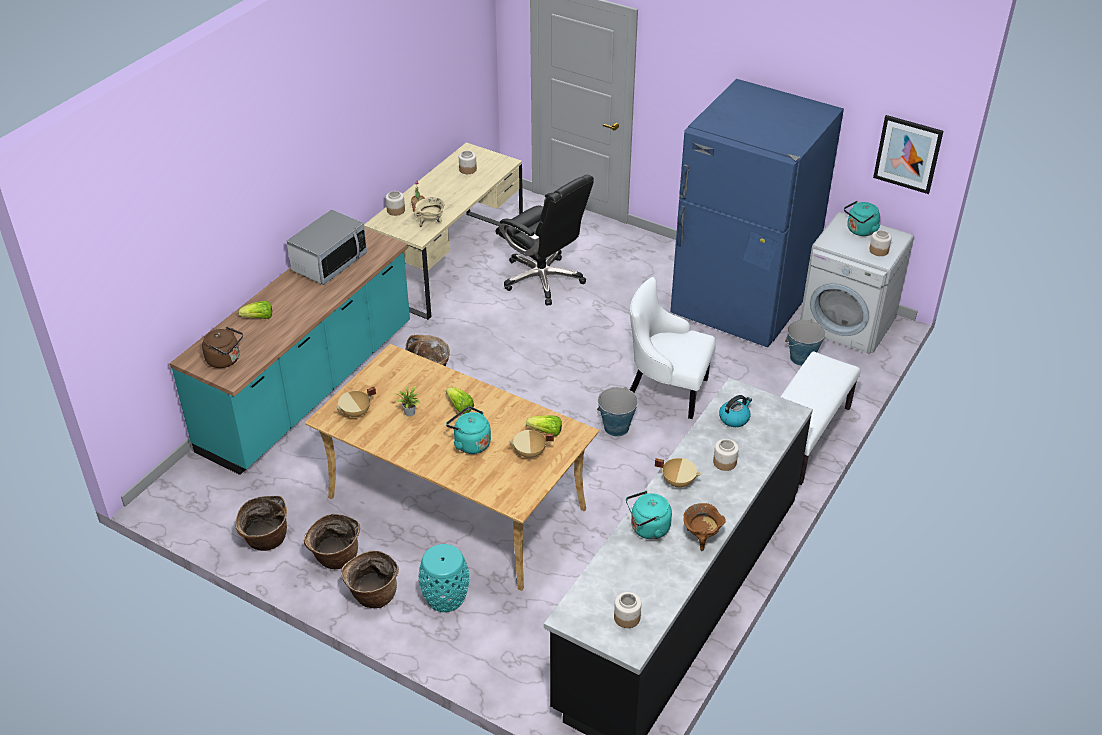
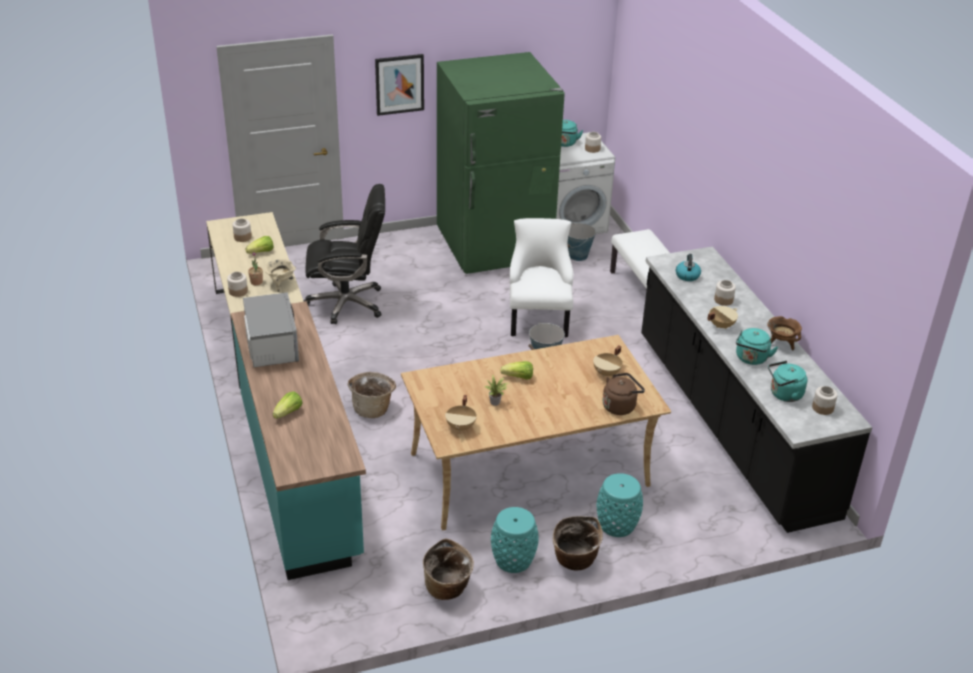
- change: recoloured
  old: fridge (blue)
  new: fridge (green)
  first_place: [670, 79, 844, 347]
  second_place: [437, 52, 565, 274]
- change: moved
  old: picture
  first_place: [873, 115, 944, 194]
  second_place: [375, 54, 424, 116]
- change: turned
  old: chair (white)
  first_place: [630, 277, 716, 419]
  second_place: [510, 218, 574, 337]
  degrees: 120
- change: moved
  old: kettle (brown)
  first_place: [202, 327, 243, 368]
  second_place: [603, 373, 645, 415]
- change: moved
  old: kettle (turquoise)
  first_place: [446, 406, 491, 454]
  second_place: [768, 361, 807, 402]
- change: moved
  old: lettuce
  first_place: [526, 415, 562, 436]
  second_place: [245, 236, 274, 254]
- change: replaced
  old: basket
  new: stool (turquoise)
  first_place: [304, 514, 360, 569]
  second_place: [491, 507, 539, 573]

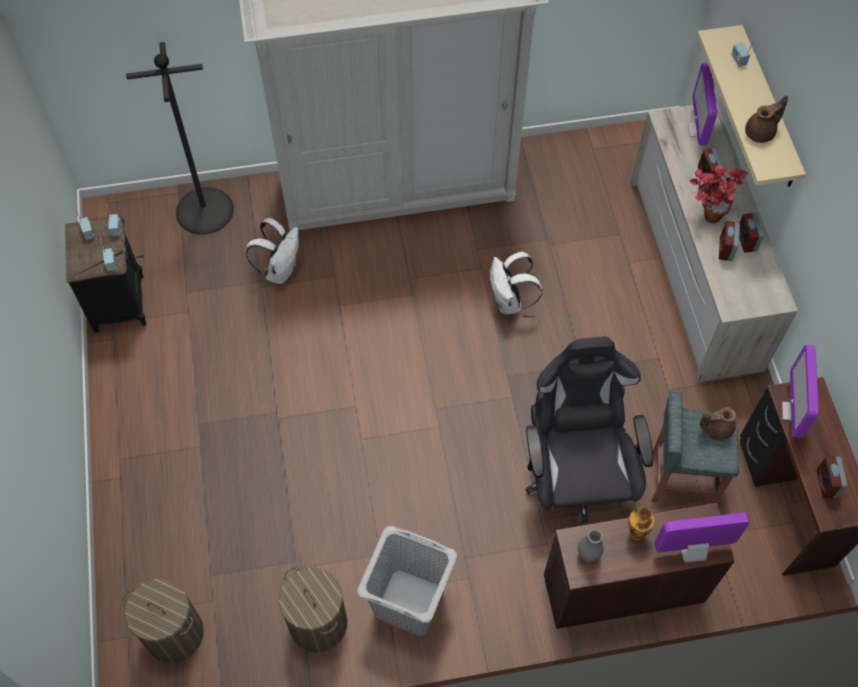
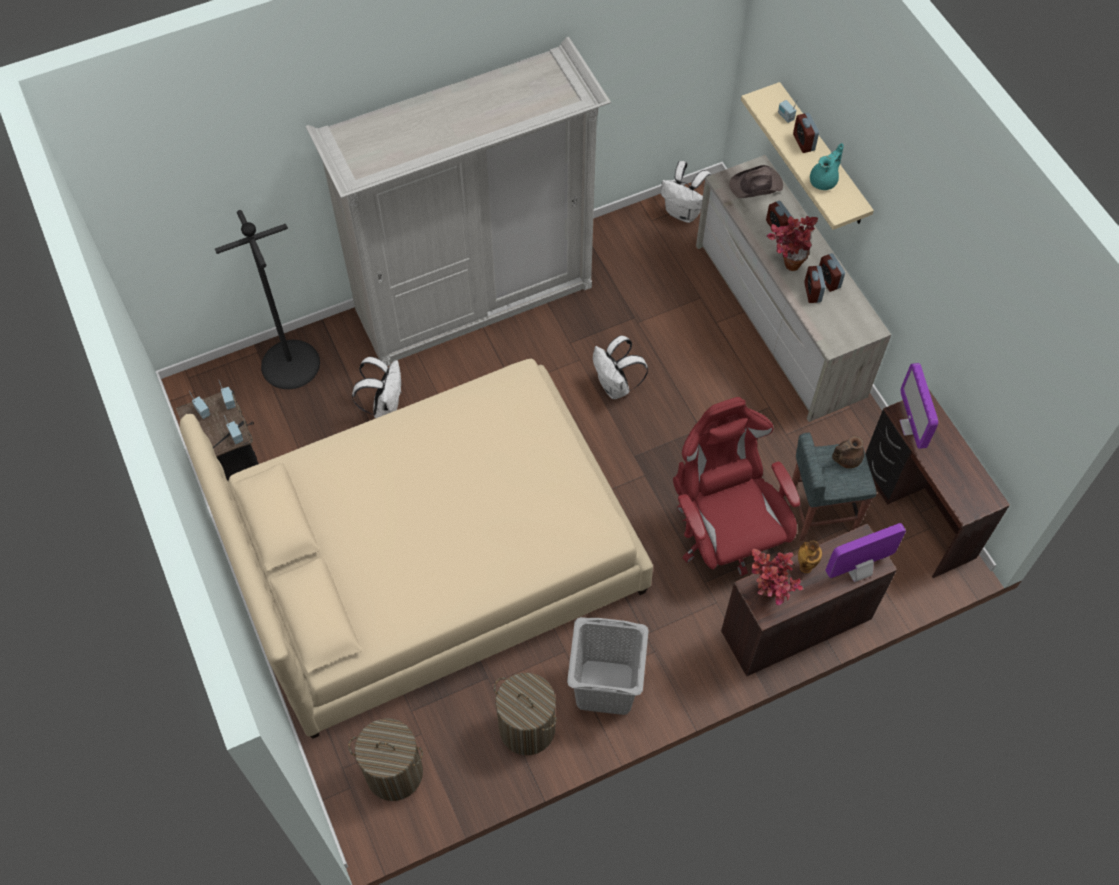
- change: replaced
  old: monitor
  new: hat (brown)
  first_place: [688, 63, 717, 145]
  second_place: [729, 165, 783, 198]
- change: recoloured
  old: teapot (brown)
  new: teapot (turquoise)
  first_place: [745, 96, 788, 143]
  second_place: [810, 143, 844, 190]
- change: recoloured
  old: office chair (black)
  new: office chair (red)
  first_place: [526, 337, 653, 523]
  second_place: [673, 397, 800, 576]
- change: moved
  old: alarm clock
  first_place: [817, 456, 847, 498]
  second_place: [793, 113, 819, 153]
- change: replaced
  old: vase (grey)
  new: potted plant
  first_place: [578, 529, 604, 562]
  second_place: [752, 549, 803, 605]
- change: added
  new: backpack (white)
  second_place: [660, 161, 712, 223]
- change: added
  new: bed (beige)
  second_place: [180, 359, 653, 739]

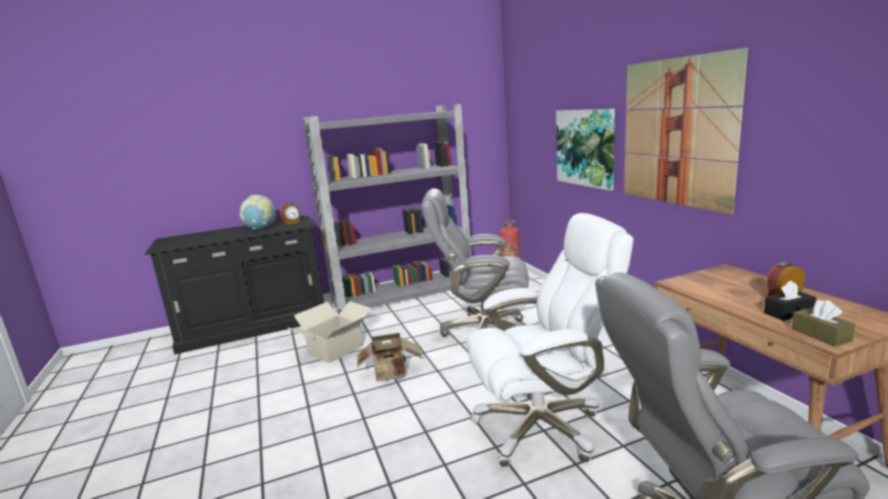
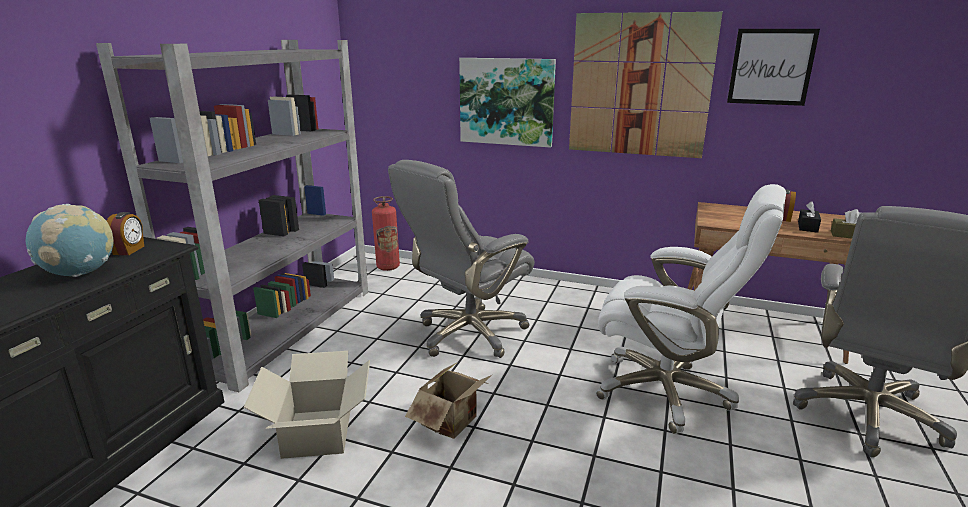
- change: turned
  old: office chair (white)
  first_place: [466, 213, 633, 467]
  second_place: [596, 184, 786, 434]
  degrees: 90
- change: added
  new: picture
  second_place: [727, 29, 820, 106]

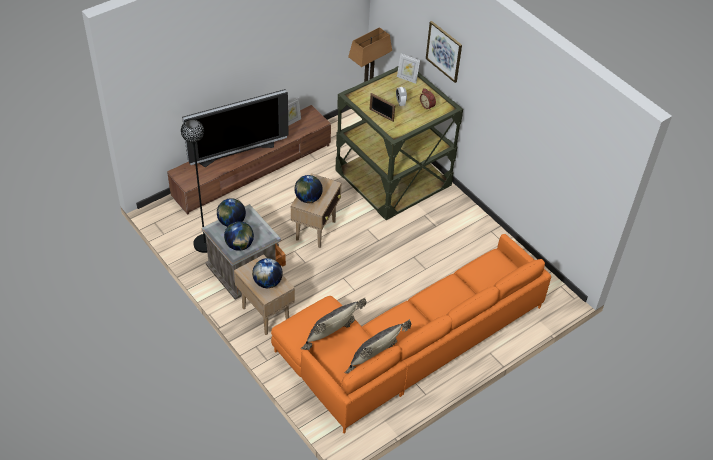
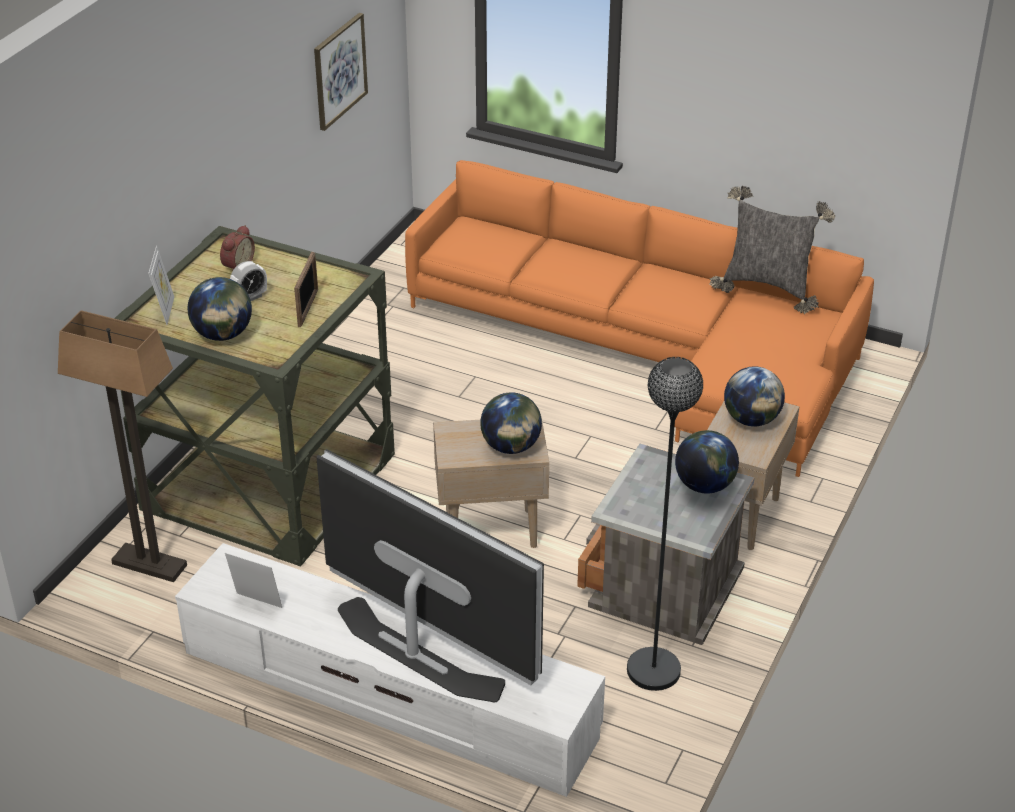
- change: moved
  old: picture
  first_place: [426, 21, 462, 83]
  second_place: [314, 13, 368, 131]
- change: recoloured
  old: tv stand (brown)
  new: tv stand (white)
  first_place: [167, 105, 331, 215]
  second_place: [175, 543, 605, 797]
- change: moved
  old: globe
  first_place: [217, 198, 246, 227]
  second_place: [188, 277, 252, 341]
- change: removed
  old: pillow
  first_place: [302, 297, 367, 350]

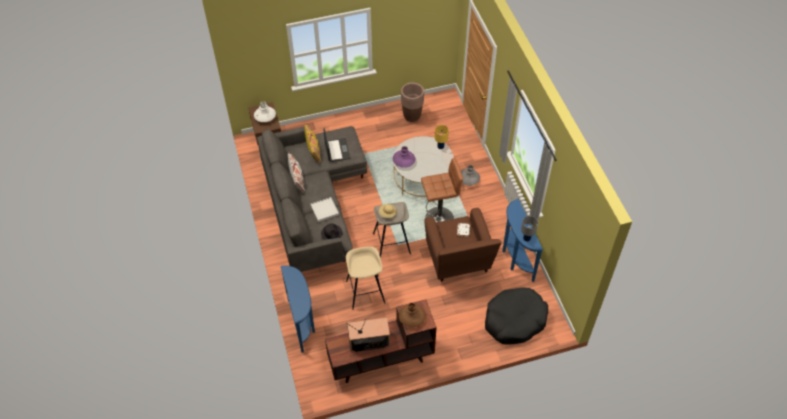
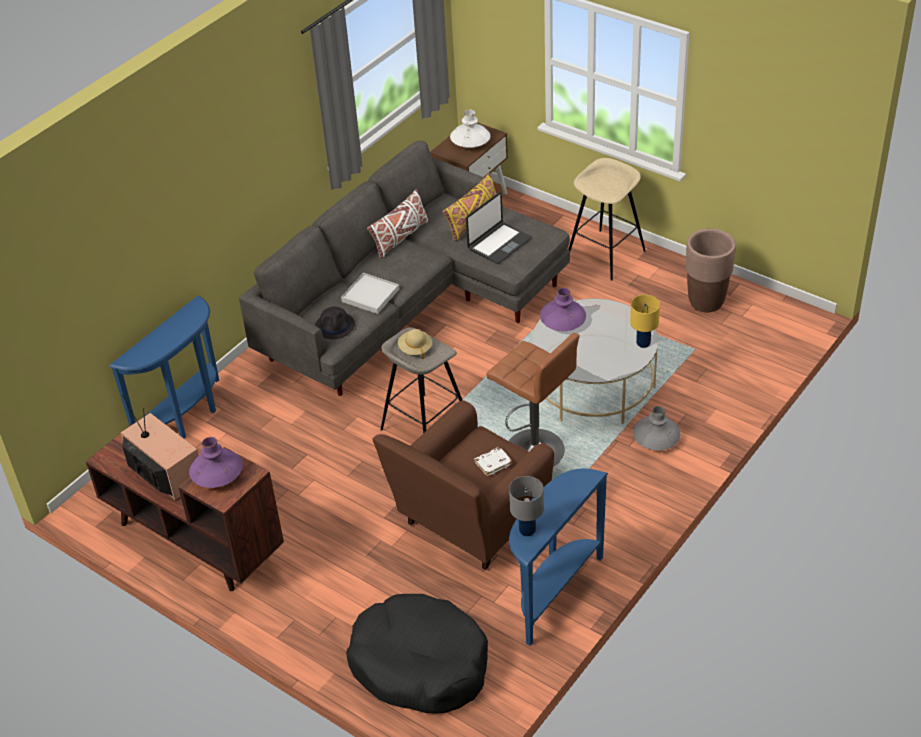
- change: moved
  old: stool (beige)
  first_place: [346, 246, 385, 310]
  second_place: [569, 158, 646, 281]
- change: recoloured
  old: vase (brown)
  new: vase (purple)
  first_place: [399, 303, 426, 327]
  second_place: [189, 437, 243, 488]

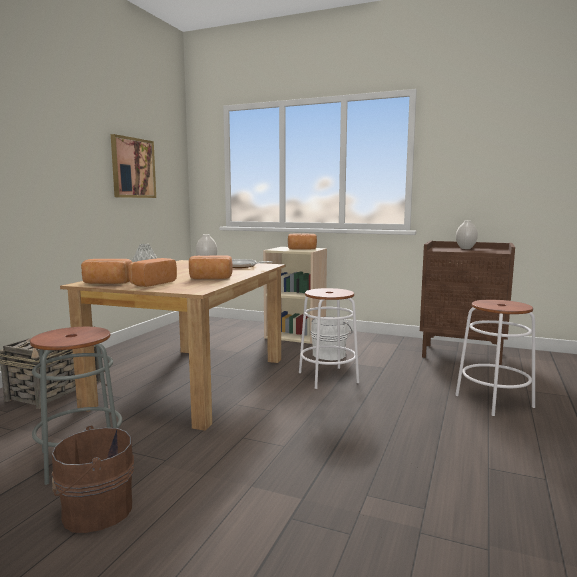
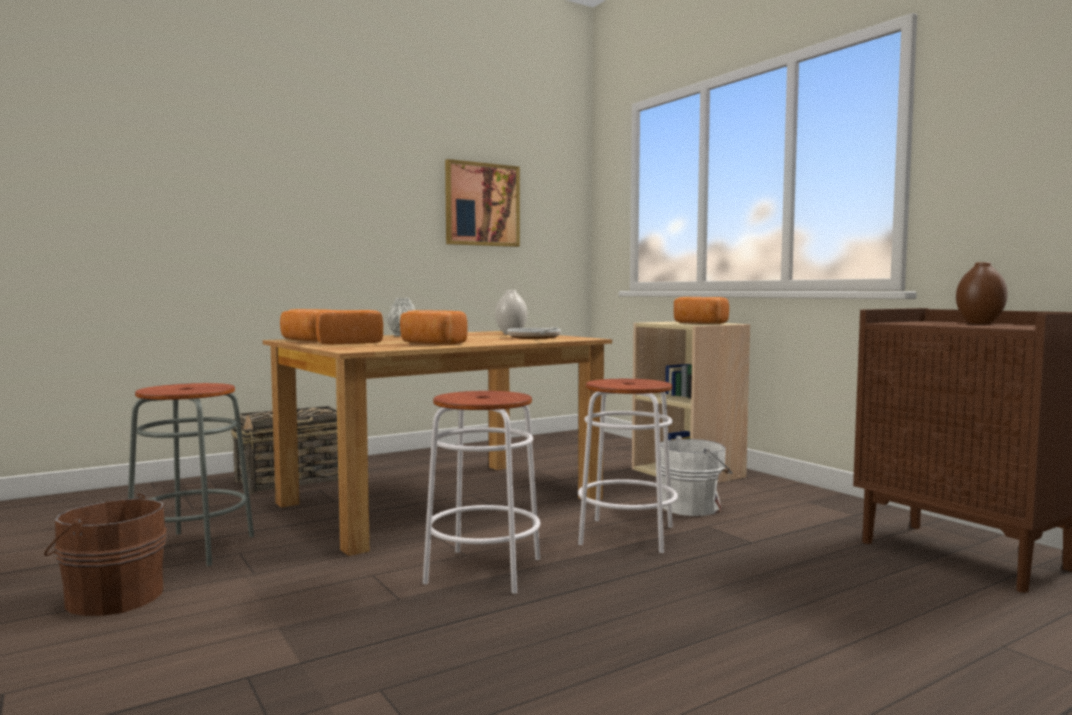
- change: recoloured
  old: vase (white)
  new: vase (brown)
  first_place: [456, 220, 478, 249]
  second_place: [956, 262, 1008, 324]
- change: moved
  old: stool (white)
  first_place: [455, 300, 535, 416]
  second_place: [423, 391, 540, 594]

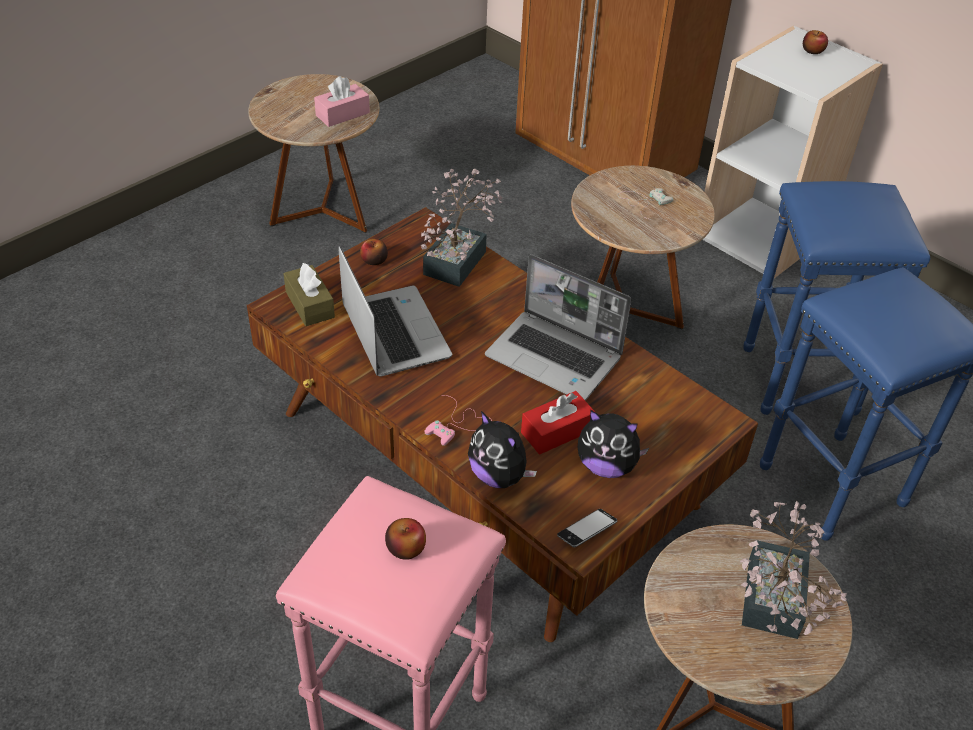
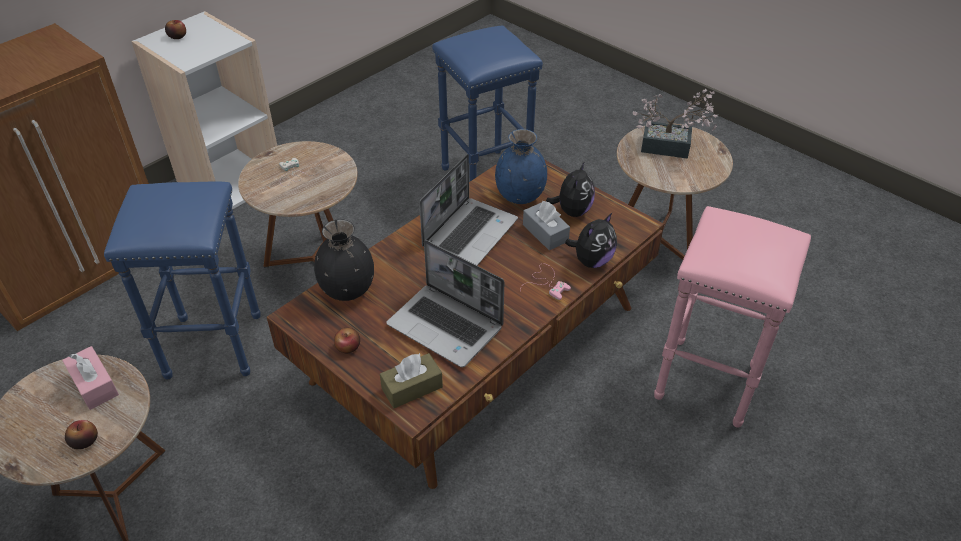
- change: replaced
  old: potted plant
  new: vase (black)
  first_place: [421, 169, 503, 287]
  second_place: [314, 219, 374, 301]
- change: moved
  old: stool (blue)
  first_place: [744, 181, 930, 415]
  second_place: [104, 181, 261, 380]
- change: turned
  old: laptop
  first_place: [339, 245, 452, 377]
  second_place: [386, 240, 504, 368]
  degrees: -120
- change: recoloured
  old: tissue box (red)
  new: tissue box (grey)
  first_place: [521, 391, 595, 454]
  second_place: [523, 201, 570, 250]
- change: removed
  old: phone
  first_place: [557, 509, 617, 547]
- change: moved
  old: apple
  first_place: [385, 518, 426, 560]
  second_place: [65, 420, 98, 449]
- change: added
  new: vase (blue)
  second_place: [495, 129, 547, 204]

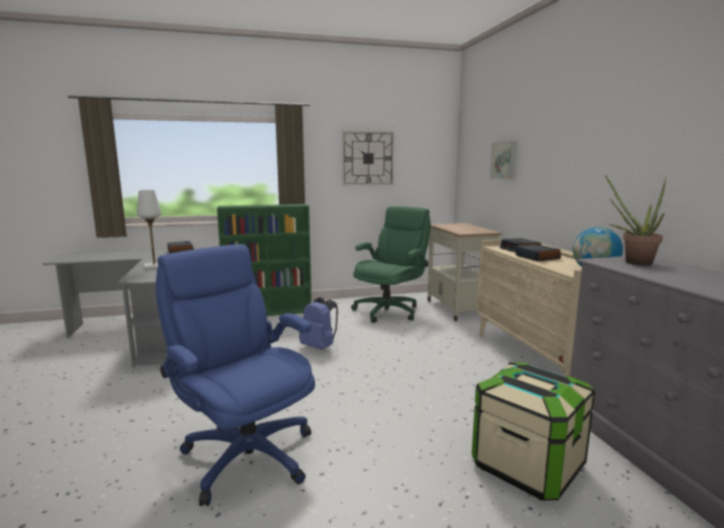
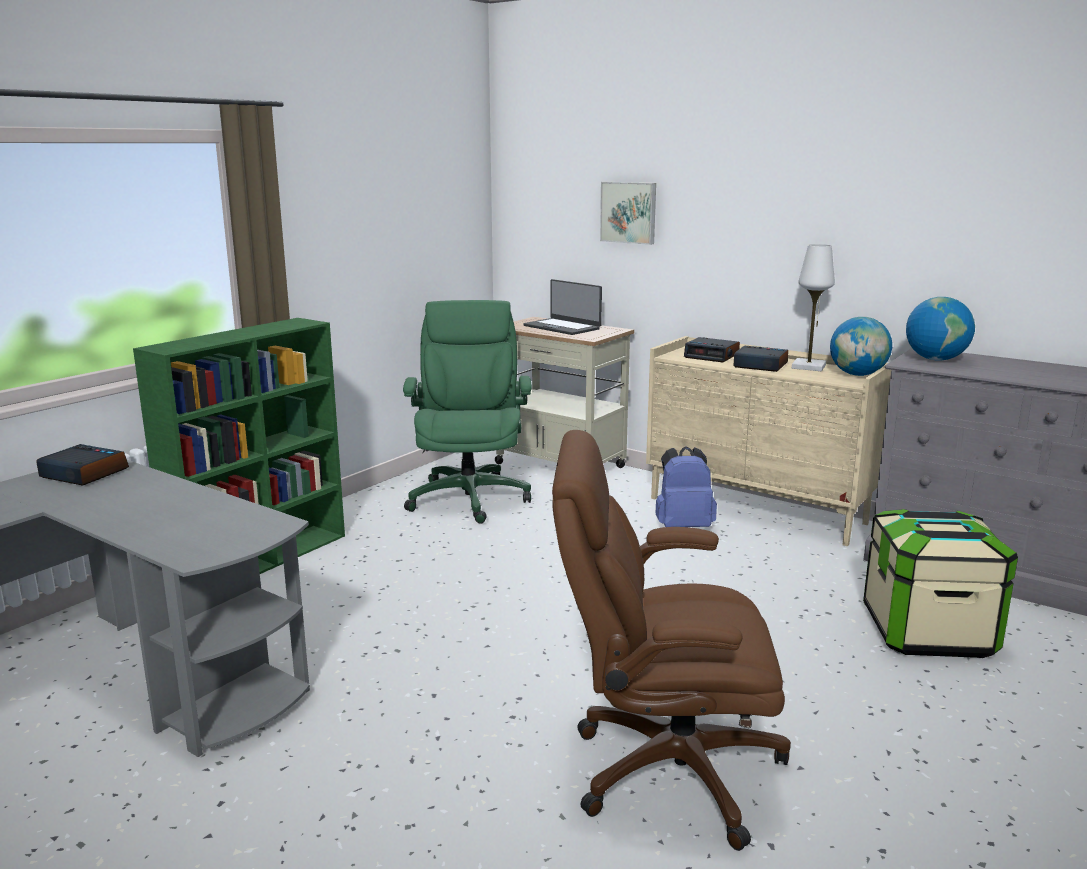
- change: removed
  old: wall clock
  first_place: [342, 130, 395, 186]
- change: replaced
  old: potted plant
  new: globe
  first_place: [605, 175, 666, 266]
  second_place: [906, 297, 975, 360]
- change: moved
  old: table lamp (white)
  first_place: [137, 190, 161, 270]
  second_place: [792, 244, 835, 371]
- change: recoloured
  old: office chair (blue)
  new: office chair (brown)
  first_place: [156, 244, 315, 506]
  second_place: [552, 430, 791, 851]
- change: moved
  old: backpack (blue)
  first_place: [299, 297, 338, 350]
  second_place: [655, 446, 717, 527]
- change: added
  new: laptop
  second_place: [523, 279, 602, 335]

